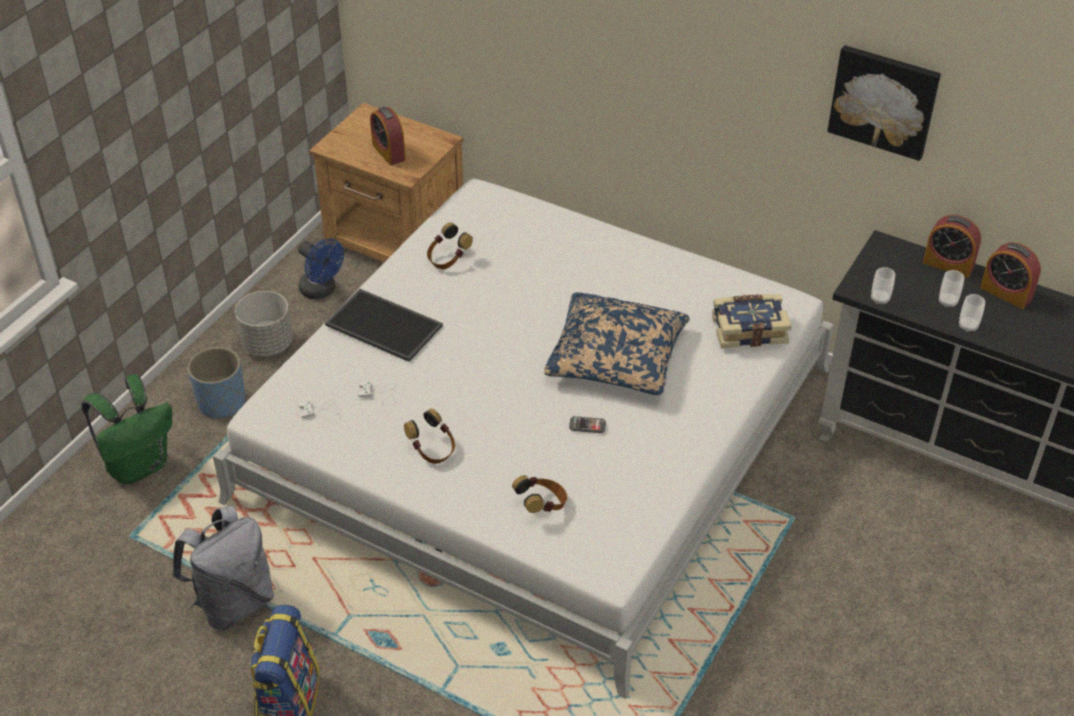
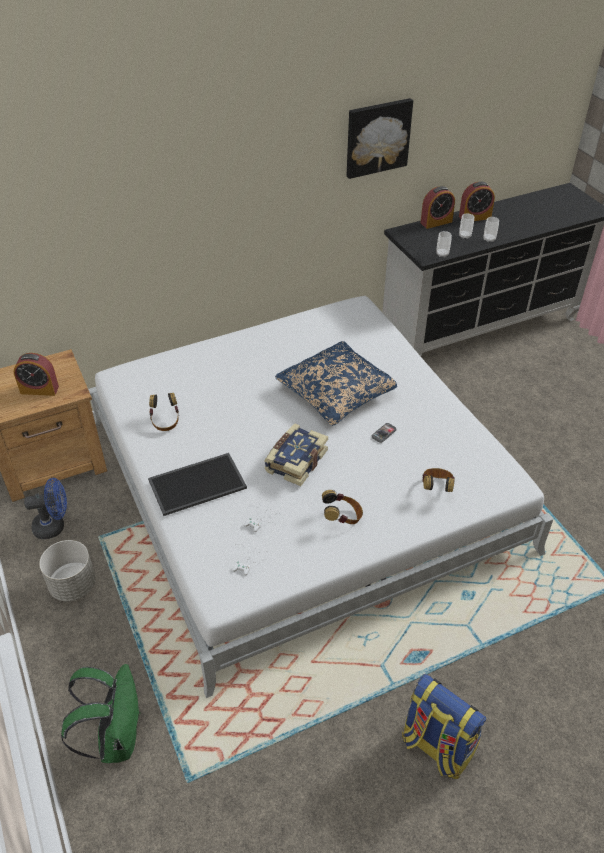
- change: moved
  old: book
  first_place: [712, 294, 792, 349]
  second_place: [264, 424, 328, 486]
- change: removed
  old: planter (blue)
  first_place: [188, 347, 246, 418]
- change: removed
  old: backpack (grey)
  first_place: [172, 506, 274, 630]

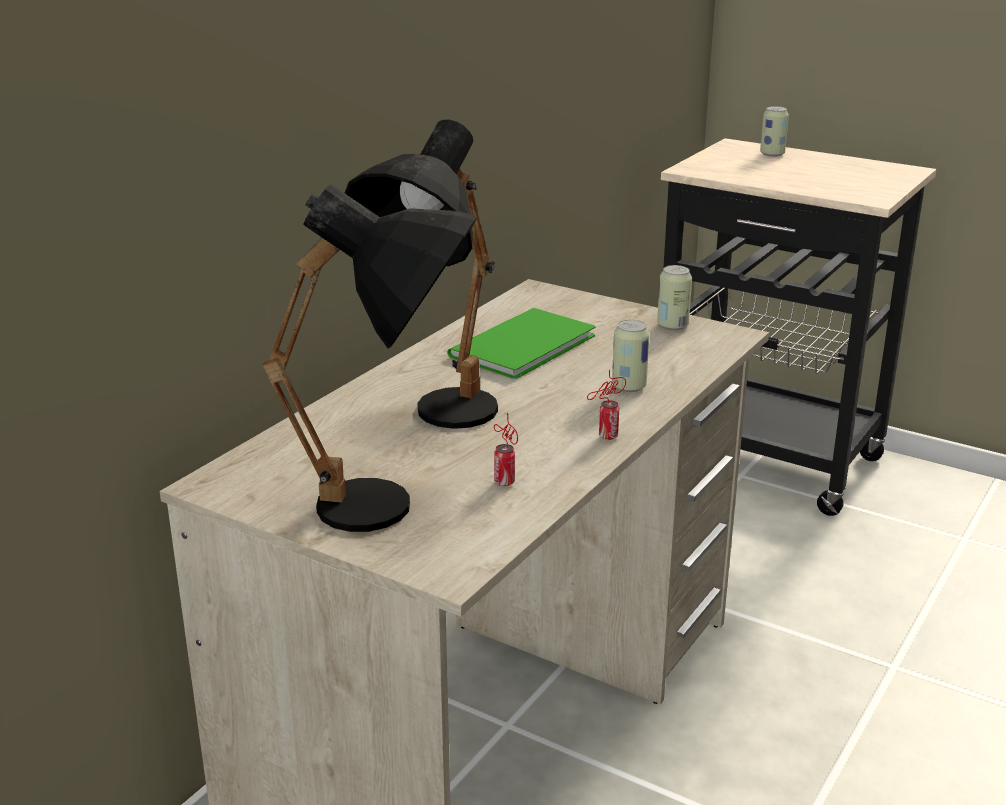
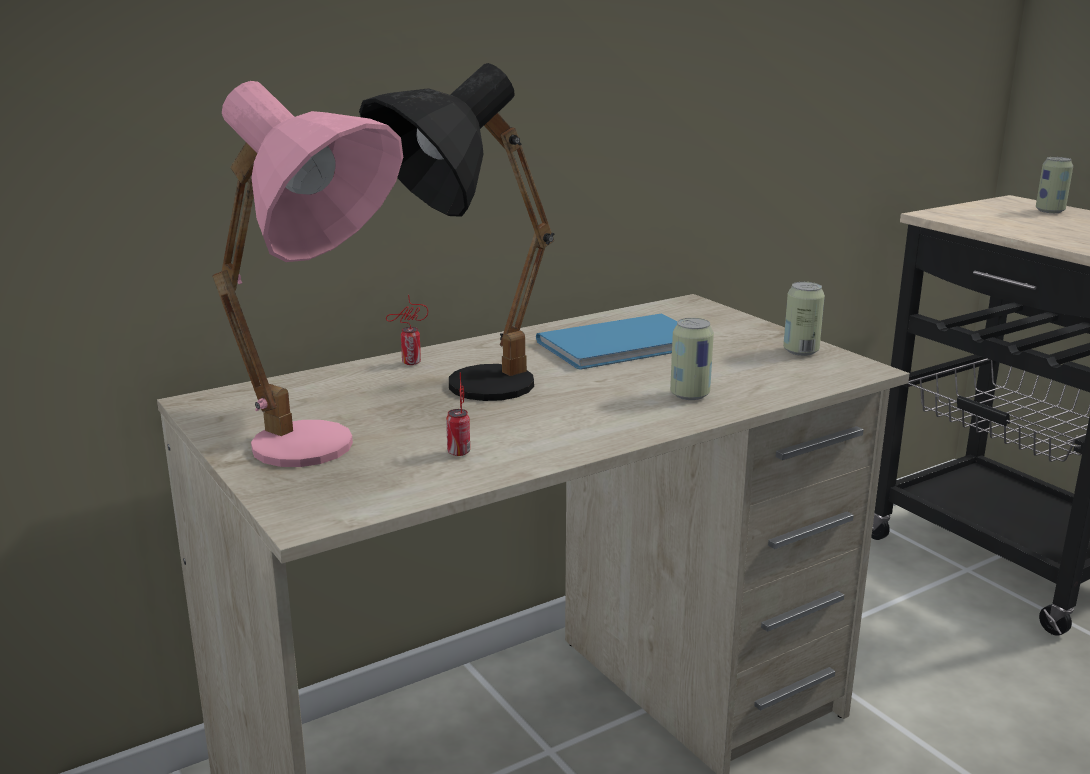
- change: recoloured
  old: table lamp (black)
  new: table lamp (pink)
  first_place: [262, 184, 477, 532]
  second_place: [212, 81, 403, 467]
- change: recoloured
  old: book (green)
  new: book (blue)
  first_place: [447, 308, 595, 379]
  second_place: [536, 313, 678, 369]
- change: moved
  old: can
  first_place: [587, 370, 626, 440]
  second_place: [386, 295, 428, 365]

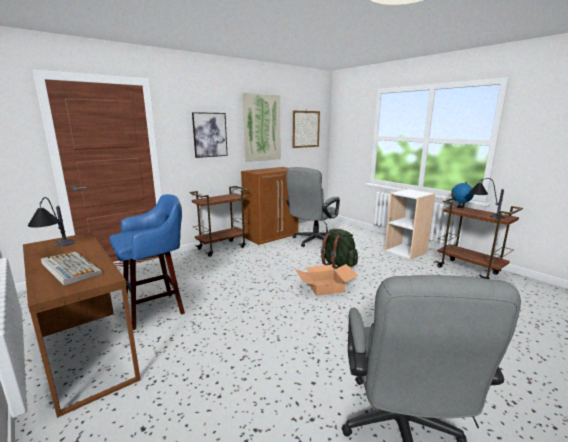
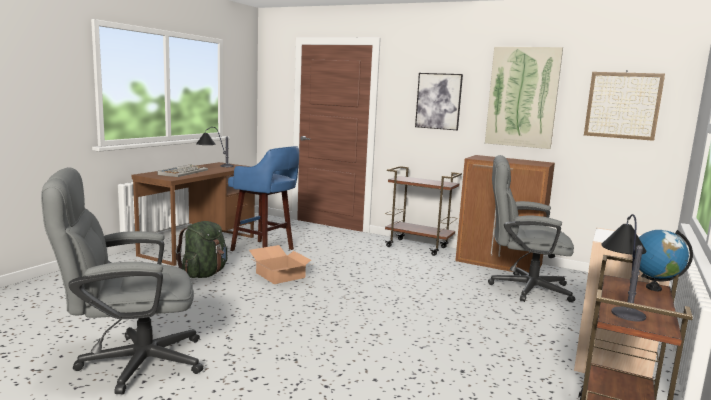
- change: moved
  old: backpack (green)
  first_place: [321, 229, 358, 269]
  second_place: [176, 221, 227, 278]
- change: moved
  old: cardboard box
  first_place: [295, 264, 358, 296]
  second_place: [249, 245, 311, 284]

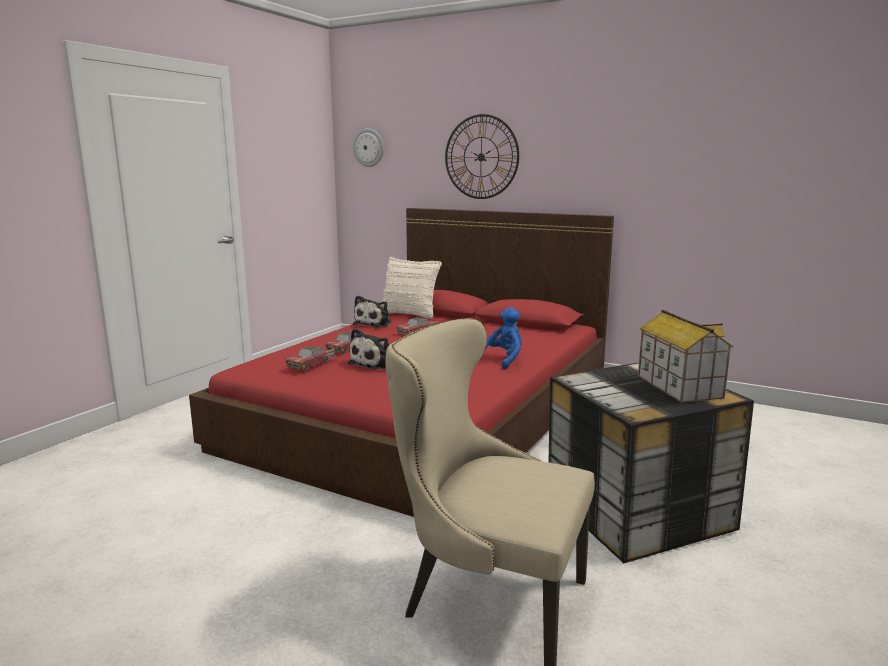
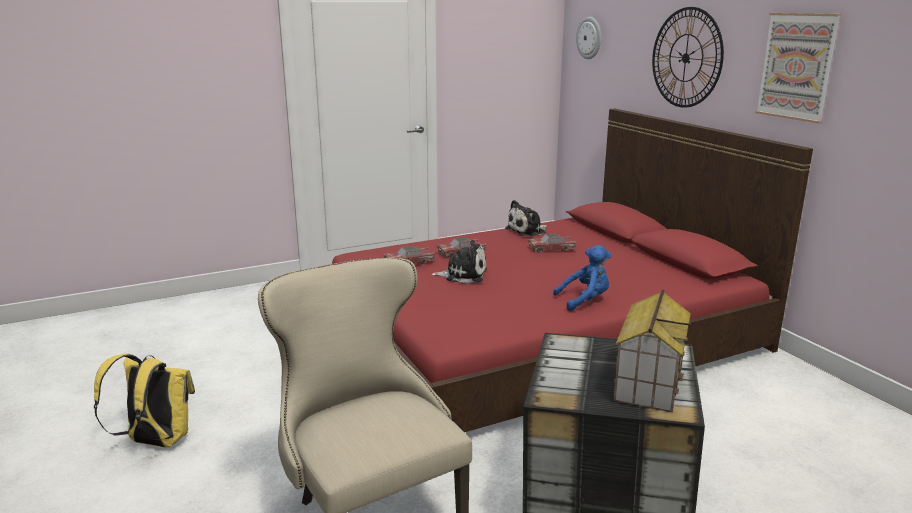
- change: removed
  old: pillow (beige)
  first_place: [381, 257, 442, 319]
- change: turned
  old: plush toy
  first_place: [347, 328, 389, 370]
  second_place: [431, 240, 487, 284]
  degrees: -150
- change: added
  new: picture
  second_place: [755, 13, 841, 124]
- change: added
  new: backpack (yellow)
  second_place: [94, 353, 195, 448]

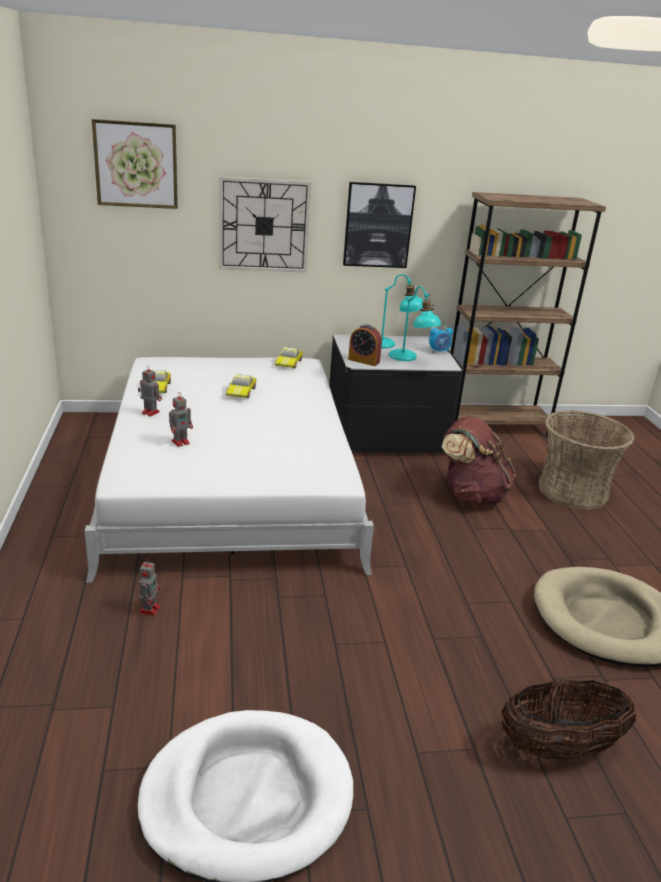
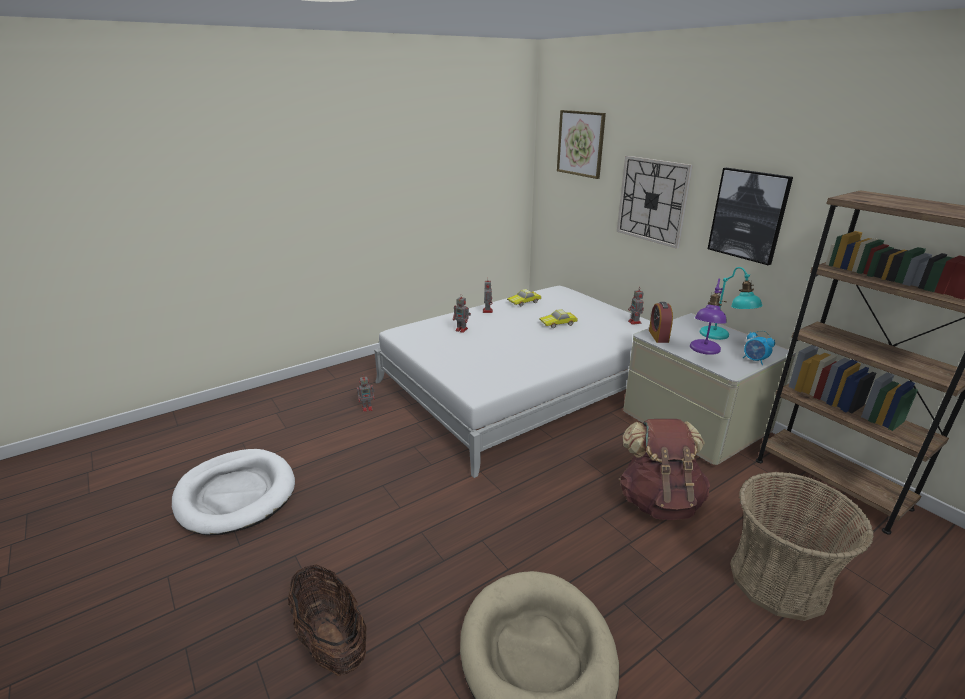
- change: recoloured
  old: table lamp (turquoise)
  new: table lamp (purple)
  first_place: [389, 286, 441, 361]
  second_place: [690, 279, 727, 355]
- change: recoloured
  old: nightstand (black)
  new: nightstand (beige)
  first_place: [329, 334, 464, 453]
  second_place: [623, 313, 796, 465]
- change: replaced
  old: toy car
  new: toy robot
  first_place: [274, 347, 303, 368]
  second_place: [628, 290, 644, 325]

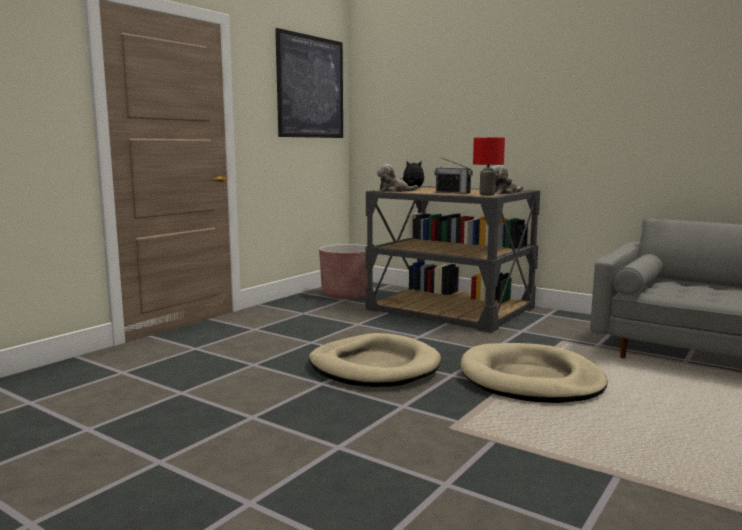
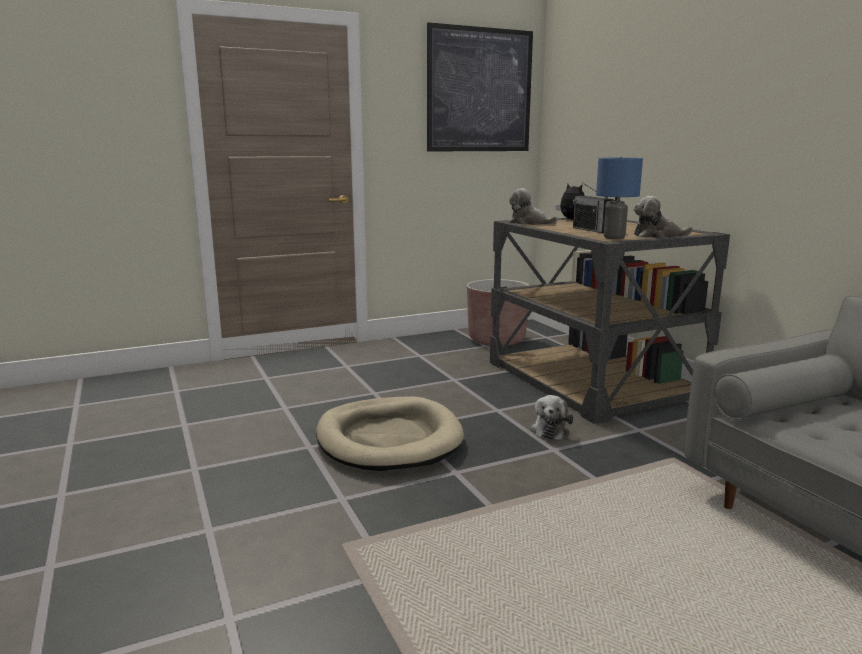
- change: recoloured
  old: table lamp (red)
  new: table lamp (blue)
  first_place: [473, 136, 505, 196]
  second_place: [596, 156, 643, 239]
- change: removed
  old: dog bed (beige)
  first_place: [461, 343, 608, 403]
- change: added
  new: plush toy
  second_place: [531, 395, 573, 440]

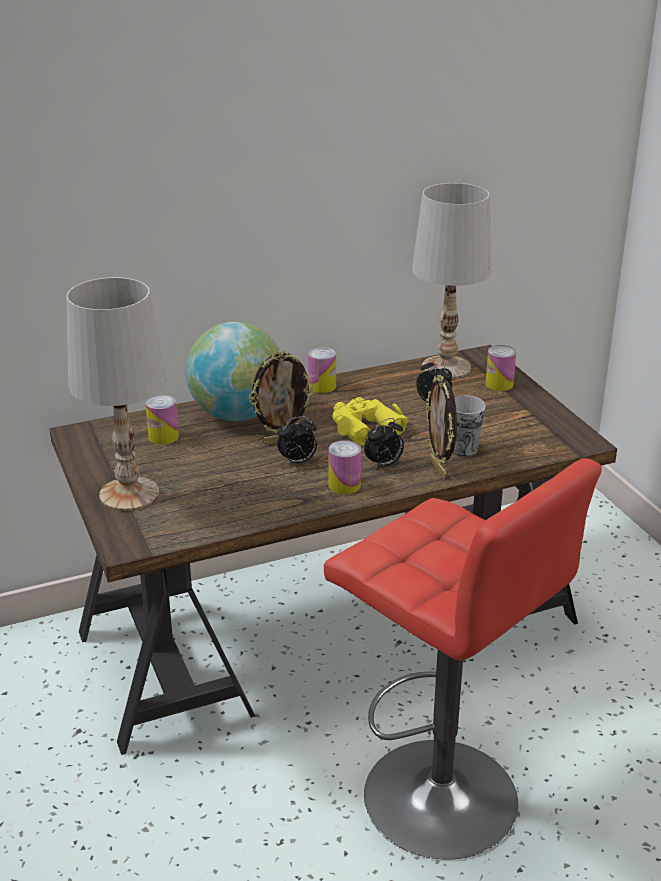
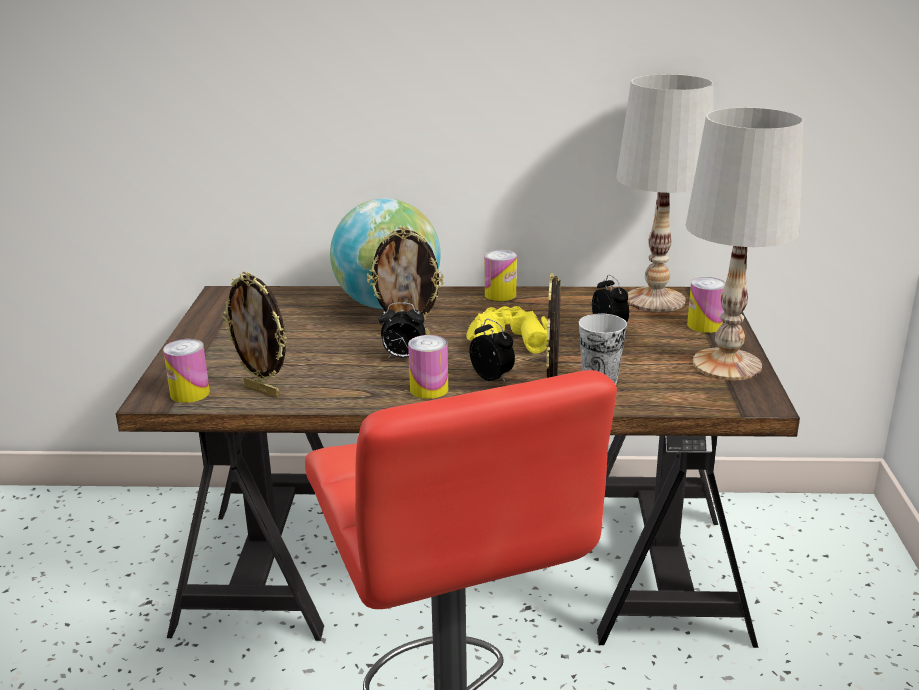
- change: moved
  old: table lamp (white)
  first_place: [66, 277, 166, 511]
  second_place: [686, 107, 804, 380]
- change: moved
  old: can
  first_place: [145, 395, 179, 445]
  second_place: [163, 339, 210, 403]
- change: turned
  old: alarm clock
  first_place: [364, 418, 404, 469]
  second_place: [470, 319, 515, 382]
  degrees: -120
- change: added
  new: picture frame
  second_place: [222, 272, 287, 398]

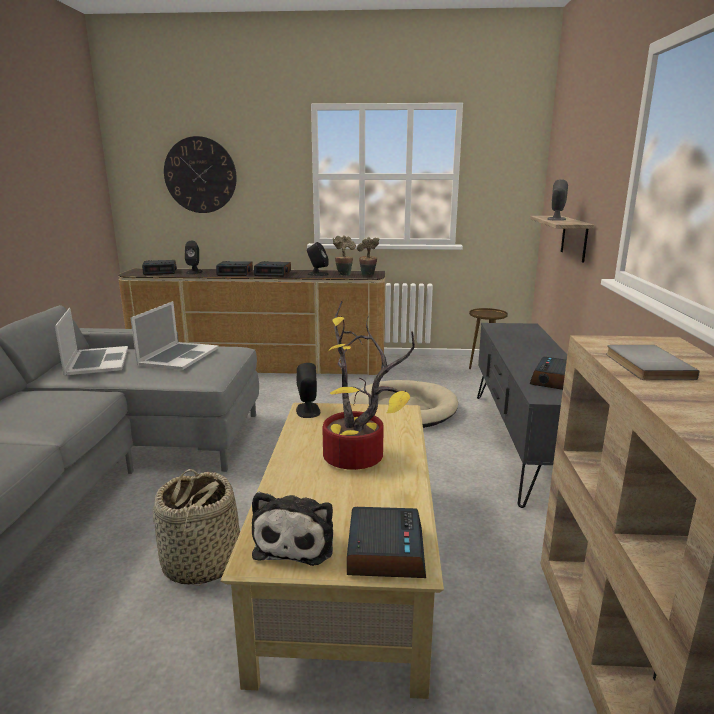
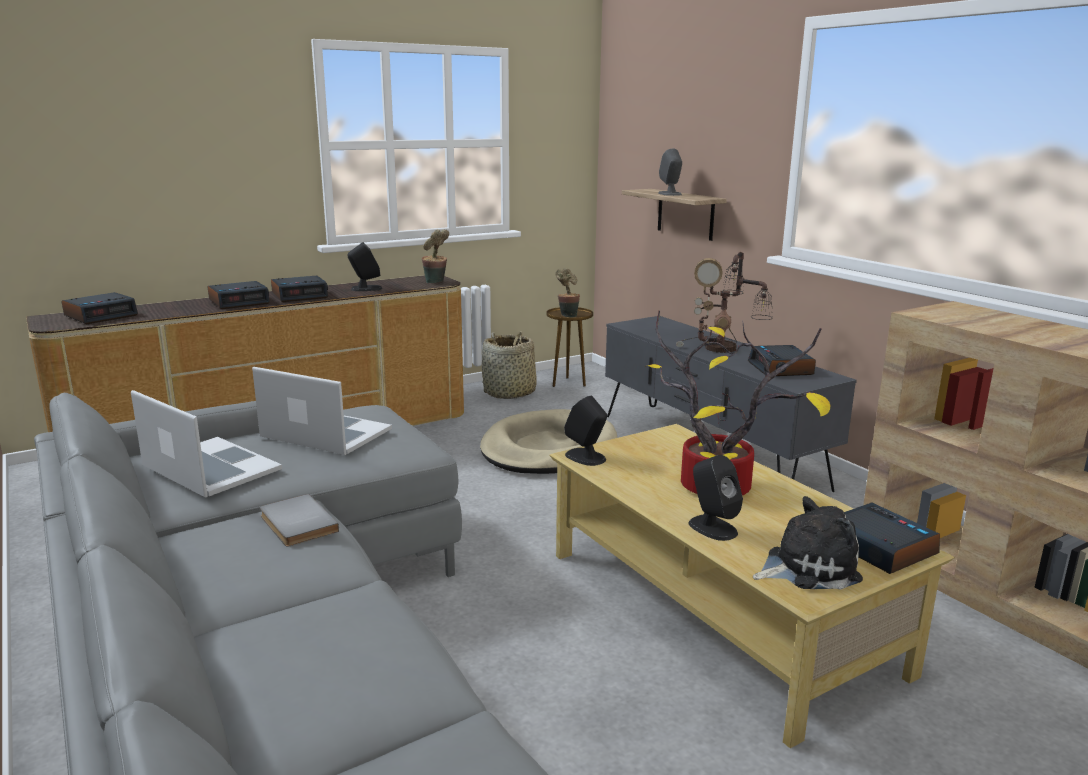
- change: removed
  old: wall clock
  first_place: [164, 136, 237, 213]
- change: moved
  old: potted plant
  first_place: [333, 235, 356, 276]
  second_place: [555, 268, 580, 318]
- change: moved
  old: speaker (black)
  first_place: [185, 241, 202, 274]
  second_place: [689, 455, 743, 541]
- change: turned
  old: laptop
  first_place: [131, 301, 219, 370]
  second_place: [252, 367, 392, 455]
  degrees: -45
- change: moved
  old: book (grey)
  first_place: [606, 345, 700, 380]
  second_place: [260, 494, 339, 547]
- change: moved
  old: basket
  first_place: [153, 469, 240, 586]
  second_place: [482, 331, 536, 399]
- change: turned
  old: plush toy
  first_place: [252, 492, 333, 566]
  second_place: [753, 496, 863, 590]
  degrees: -75
- change: added
  new: table lamp
  second_place: [676, 252, 773, 353]

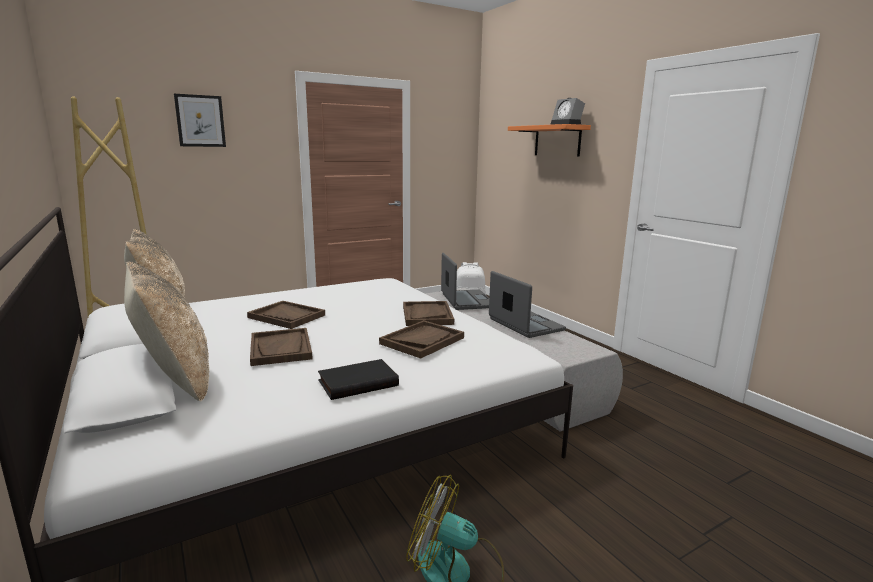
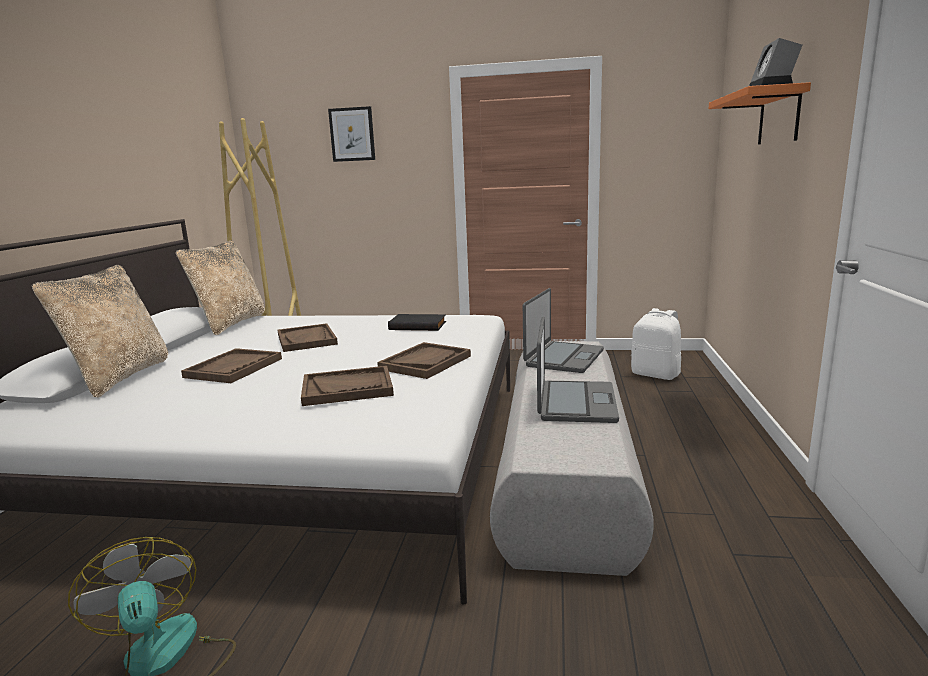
- change: moved
  old: book (black)
  first_place: [318, 359, 399, 400]
  second_place: [388, 314, 446, 331]

